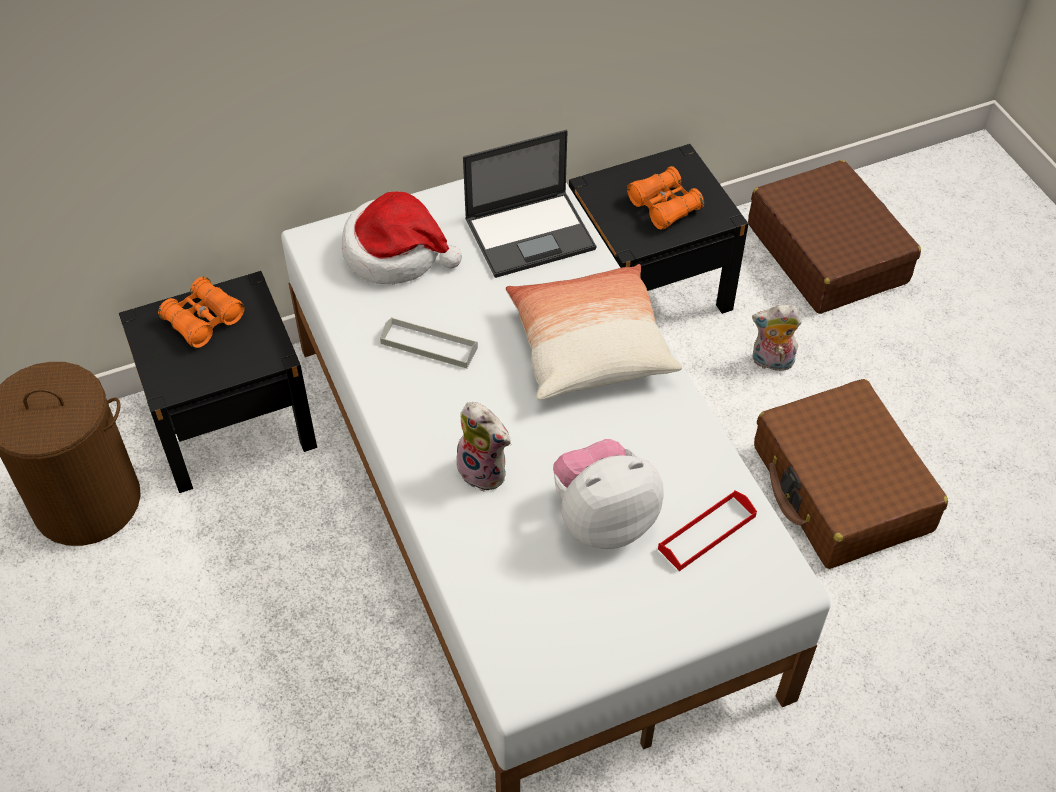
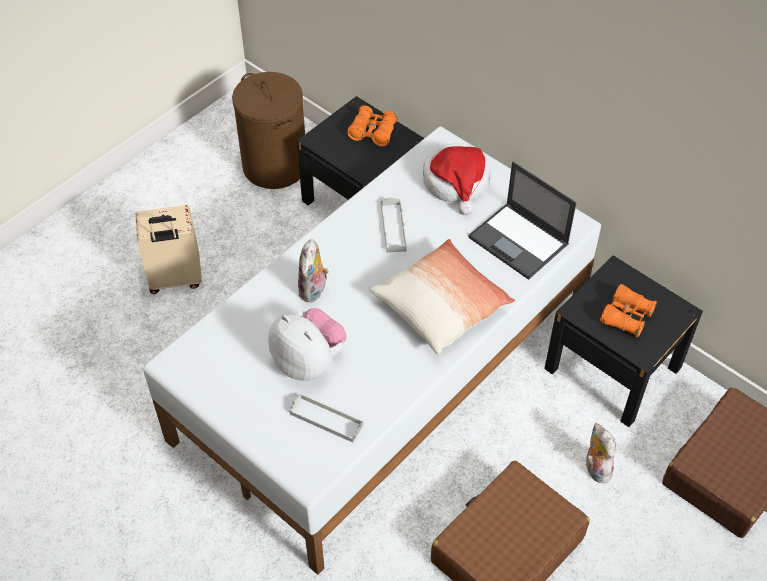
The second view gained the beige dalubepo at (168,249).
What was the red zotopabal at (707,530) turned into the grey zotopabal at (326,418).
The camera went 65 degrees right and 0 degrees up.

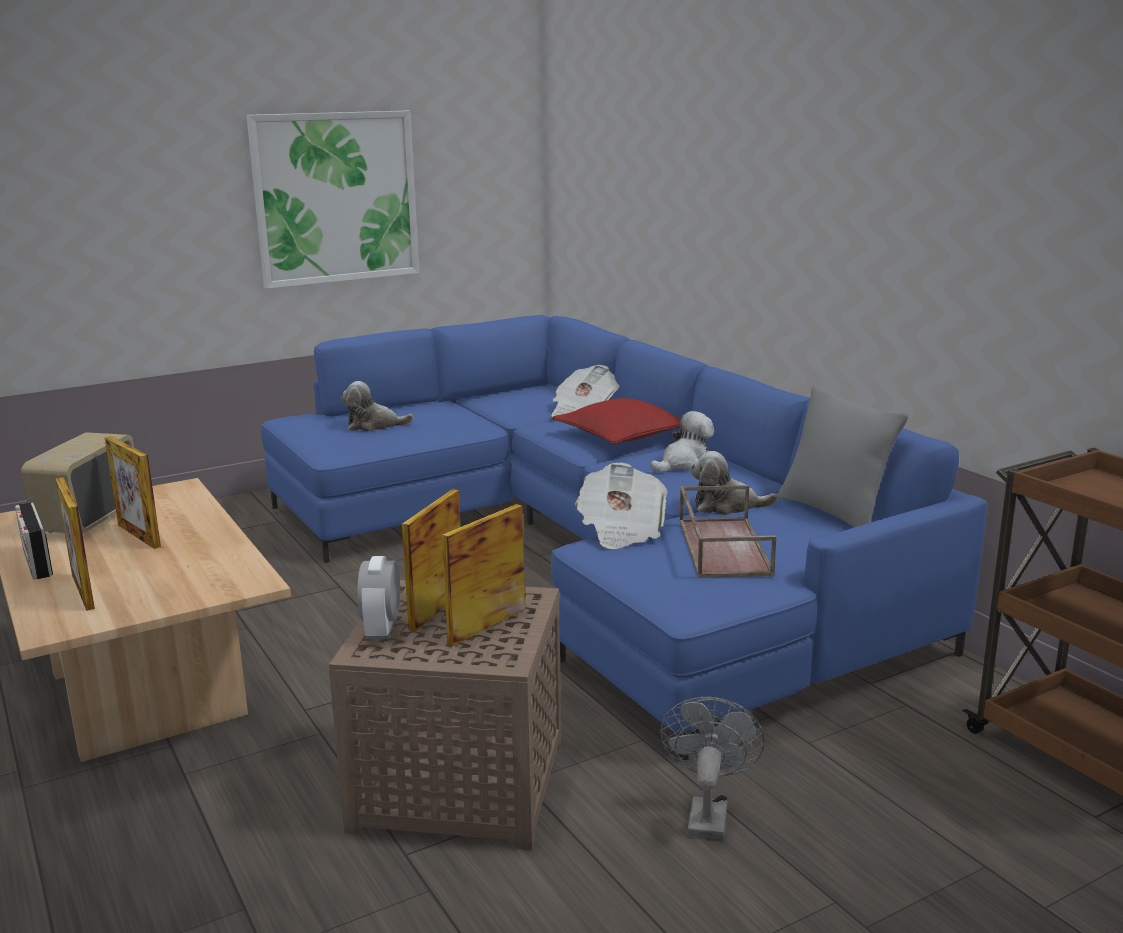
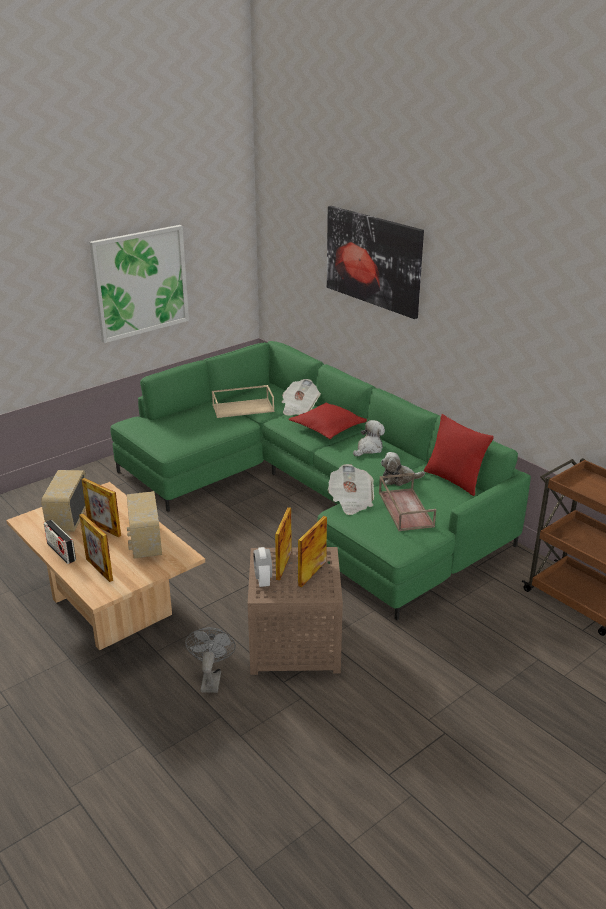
The second view lost the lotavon at (377,406).
The second view gained the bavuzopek at (144,525).
The second view gained the beige zotopabal at (243,401).
The second view gained the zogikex at (375,262).
The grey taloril ended up elsewhere, having gone from (712,768) to (210,660).
What was the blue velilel at (624,538) turned into the green velilel at (321,480).
What was the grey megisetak at (843,456) turned into the red megisetak at (459,455).
The camera went 10 degrees left and 10 degrees up.

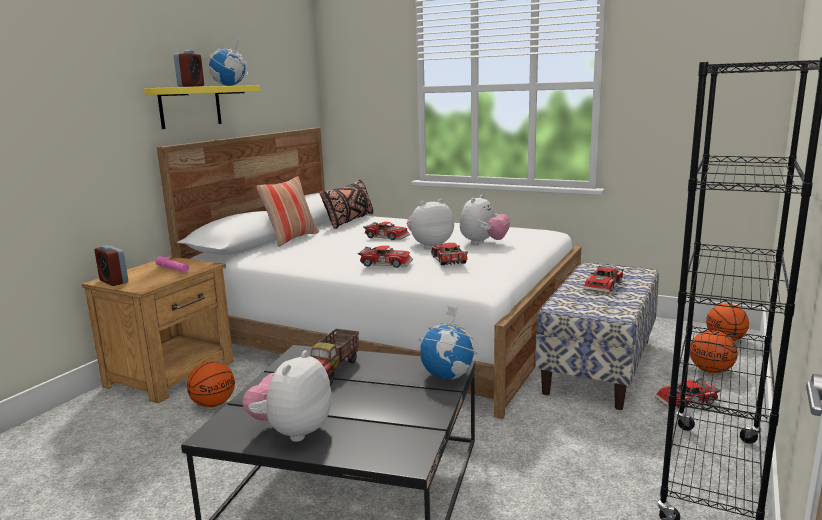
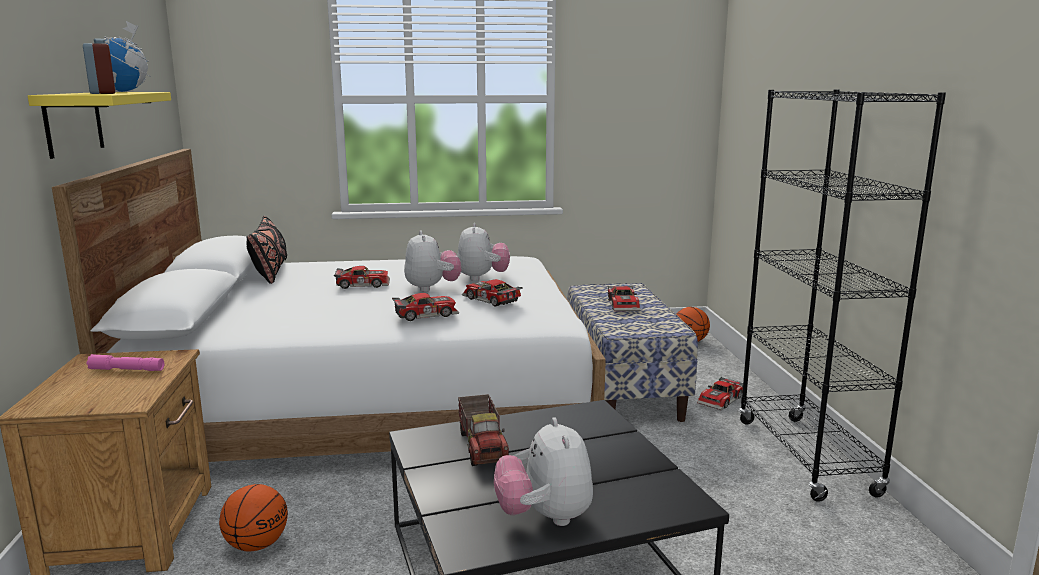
The second view lost the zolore at (111,265).
The second view lost the megisetak at (287,211).
The second view lost the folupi at (448,342).
The second view lost the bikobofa at (714,351).
The lotavon at (430,224) ended up facing another way, 135 degrees clockwise from before.
The camera went 35 degrees left and 0 degrees up.

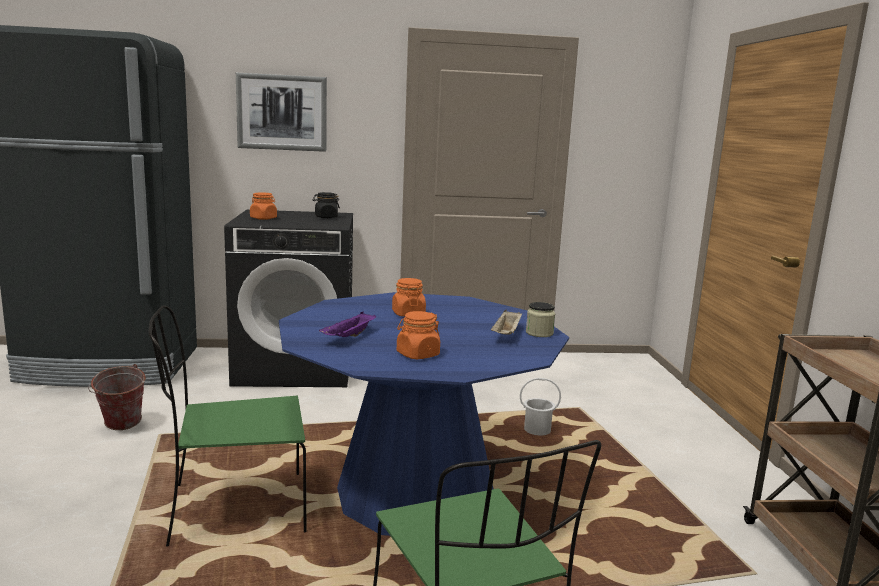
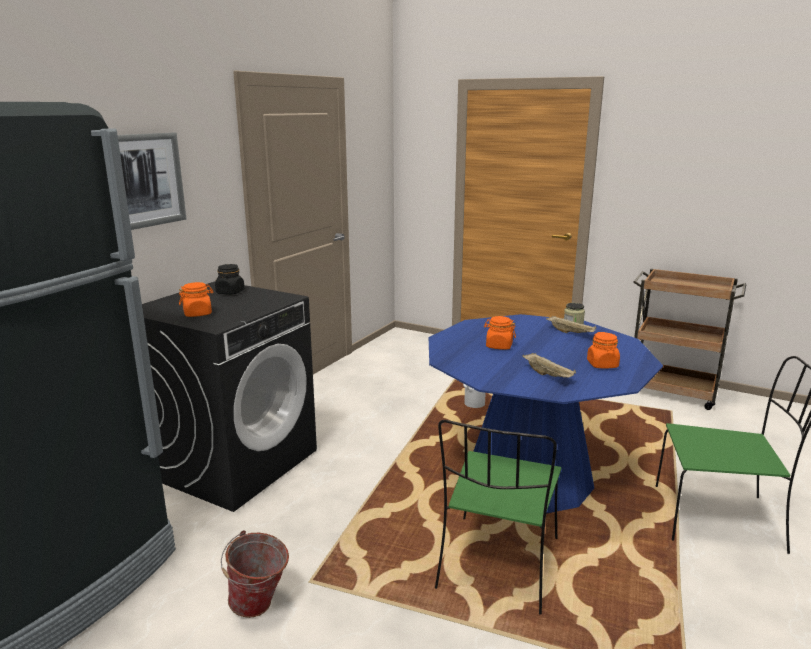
What was the purple zotopabal at (347,324) turned into the beige zotopabal at (549,365).
The camera went 55 degrees left and 5 degrees up.

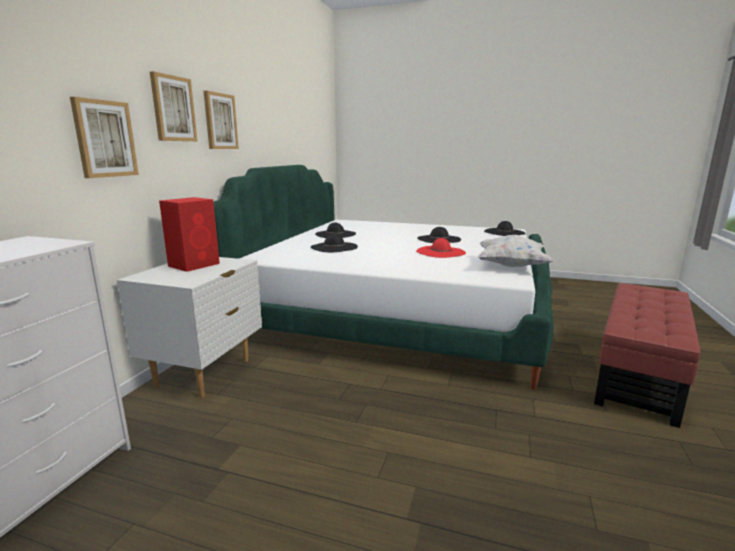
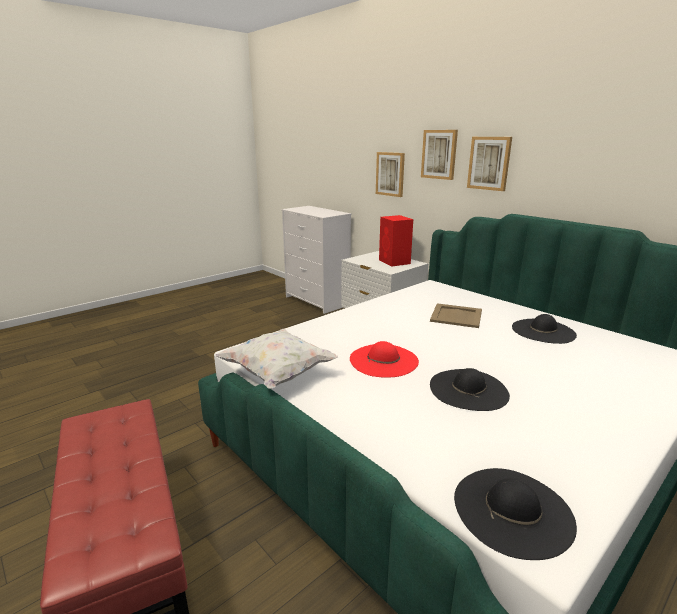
Where the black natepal stood at (334,243), the beige zotopabal came to stand at (456,315).
The camera went 120 degrees right and 5 degrees up.

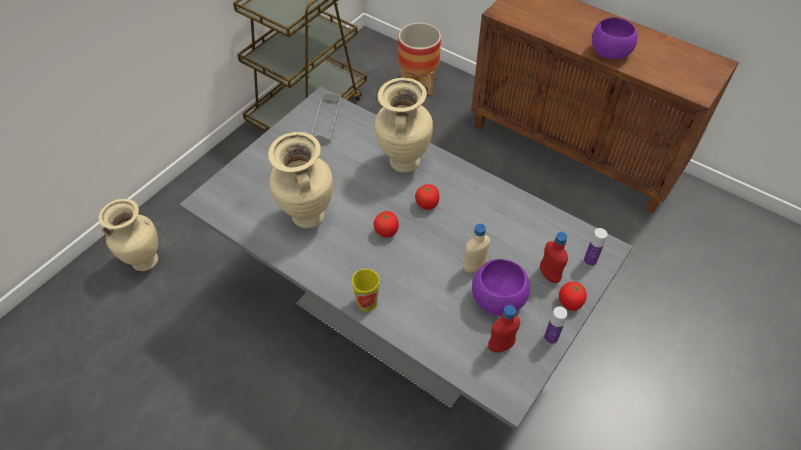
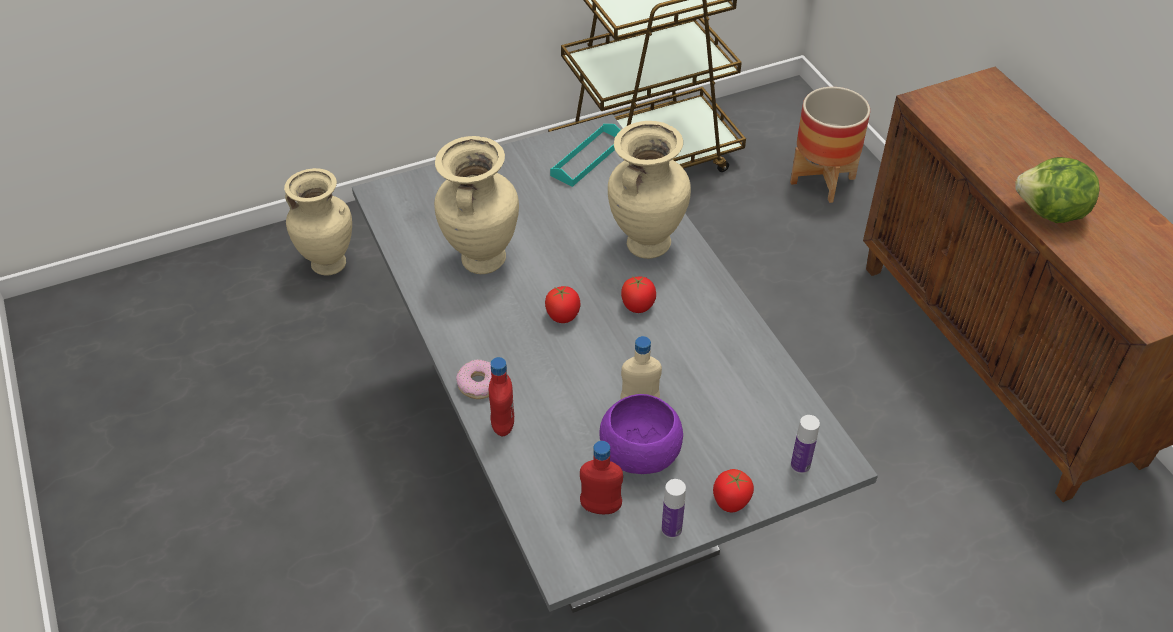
The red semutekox ended up elsewhere, having gone from (554,257) to (501,396).
Where the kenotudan stood at (365,290), the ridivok came to stand at (474,379).
Where the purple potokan stood at (614,38), the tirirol came to stand at (1057,190).
What was the grey zotopabal at (326,118) turned into the turquoise zotopabal at (585,155).
The camera went 30 degrees right and 5 degrees down.

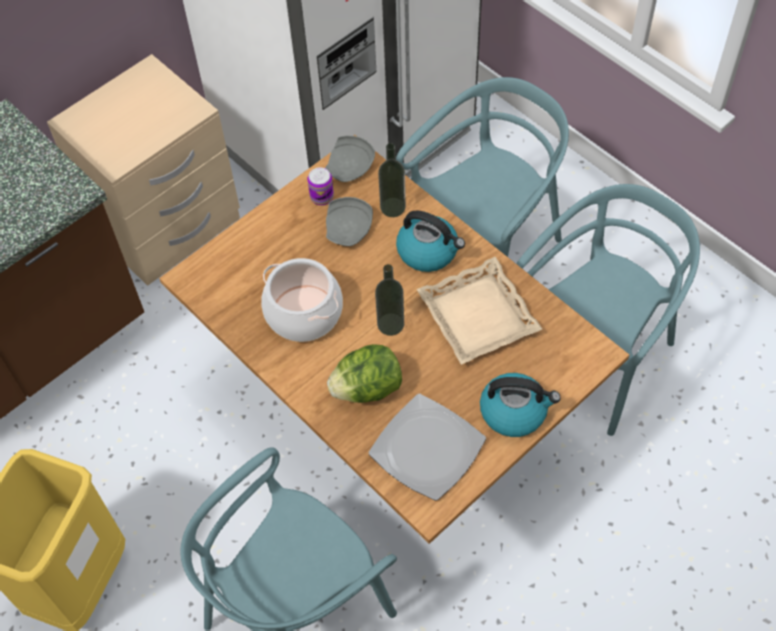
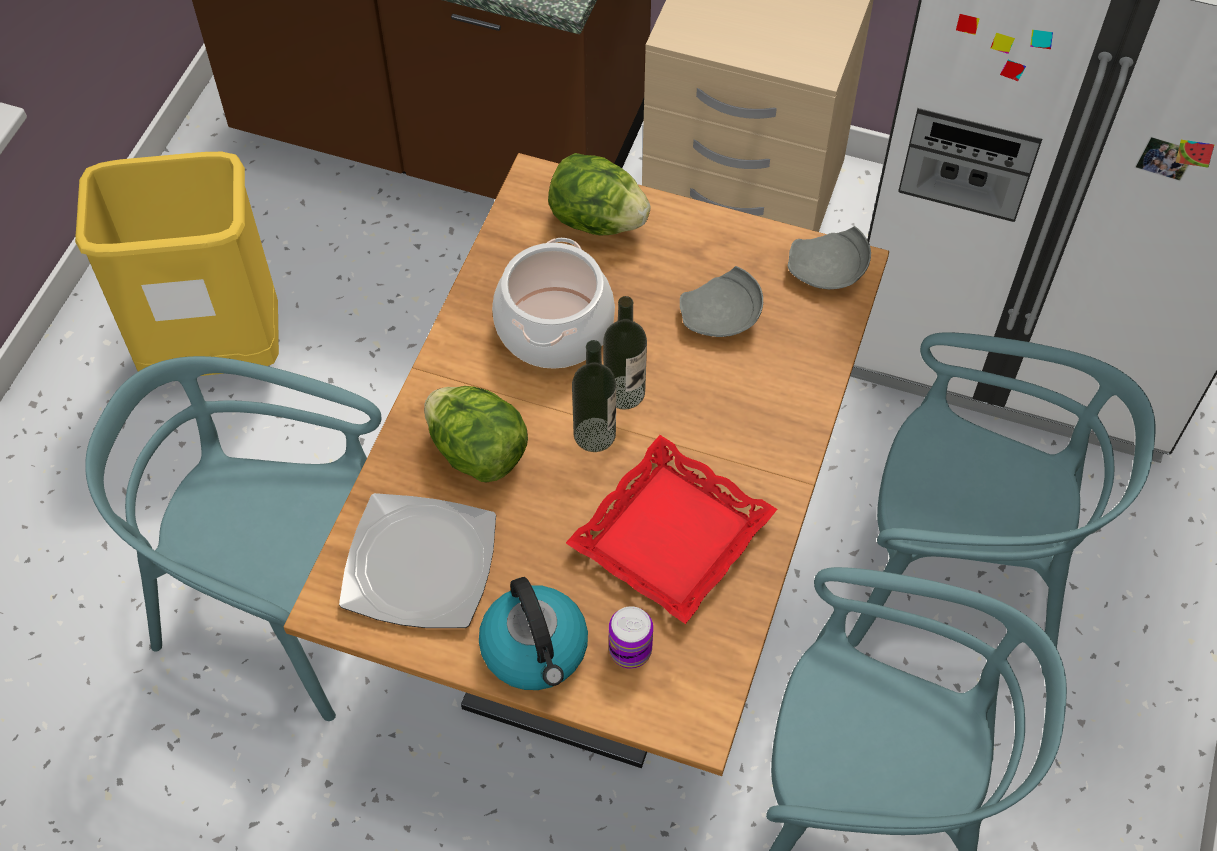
The second view lost the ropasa at (430,241).
The second view gained the tirirol at (599,194).
The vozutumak ended up elsewhere, having gone from (321,186) to (631,637).
The semutekox ended up elsewhere, having gone from (392,180) to (625,353).
What was the beige zotopabal at (479,311) turned into the red zotopabal at (671,529).
The camera went 60 degrees right and 0 degrees up.

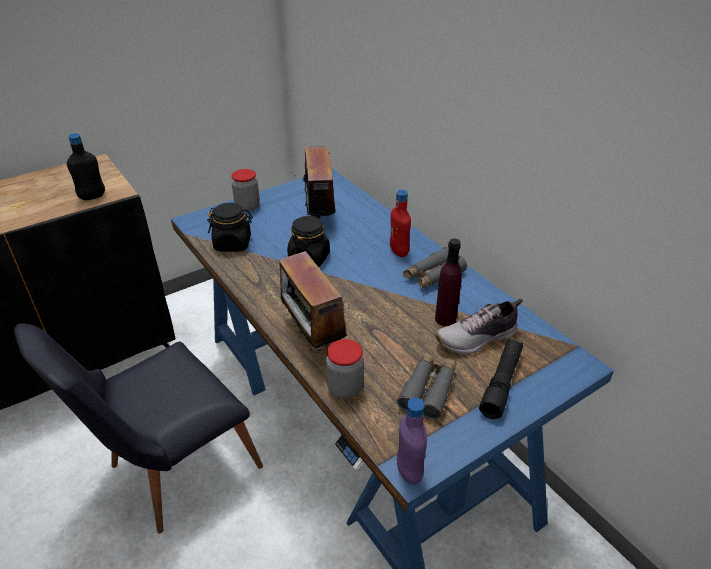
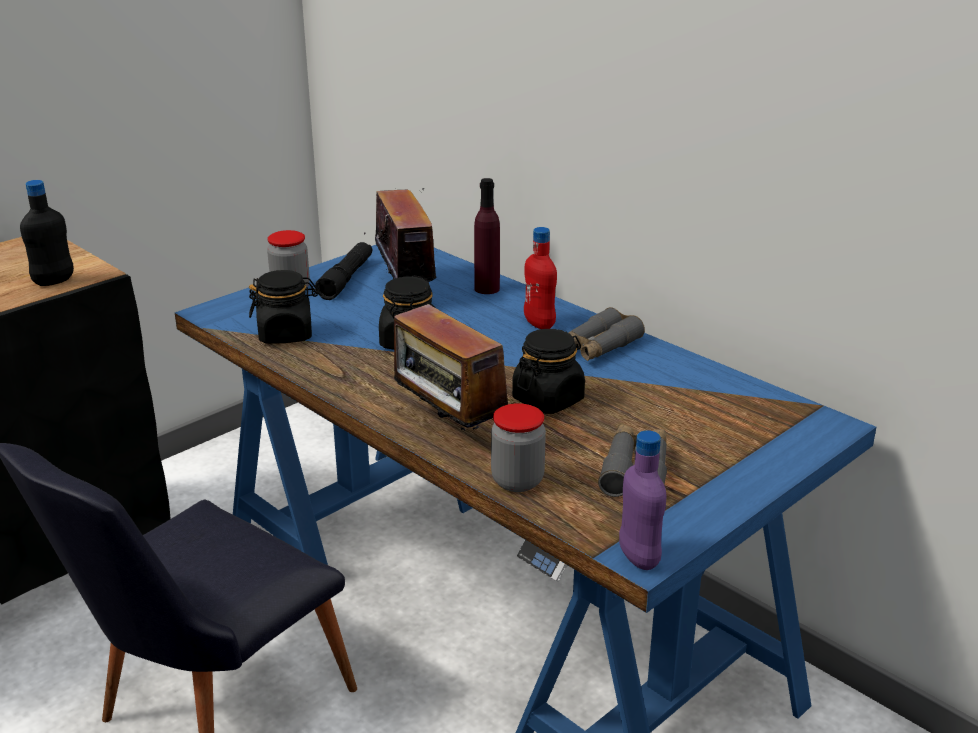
The second view lost the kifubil at (479,327).
The second view gained the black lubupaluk at (548,371).
The purple semutekox ended up elsewhere, having gone from (448,282) to (487,236).
The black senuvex ended up elsewhere, having gone from (501,379) to (343,271).
The camera went 10 degrees left and 10 degrees down.

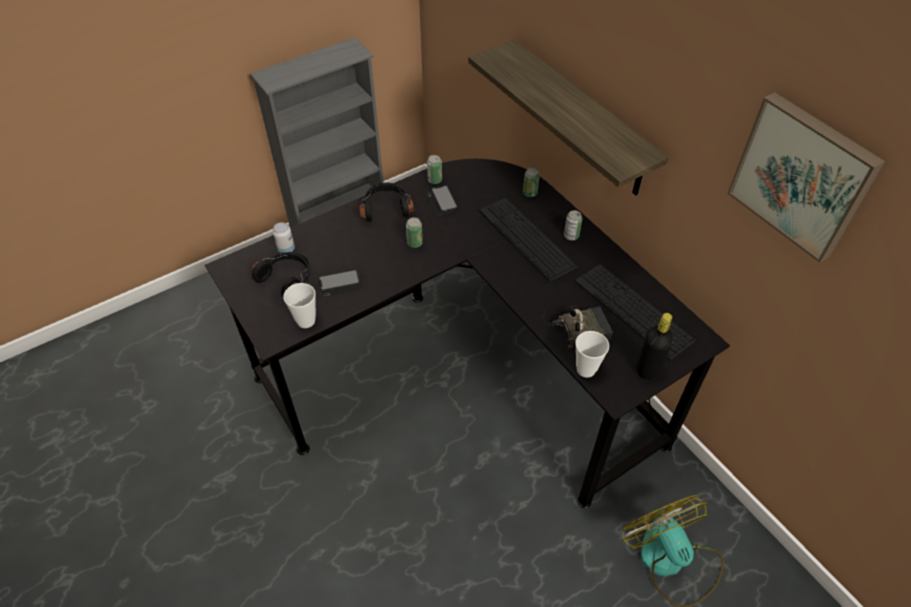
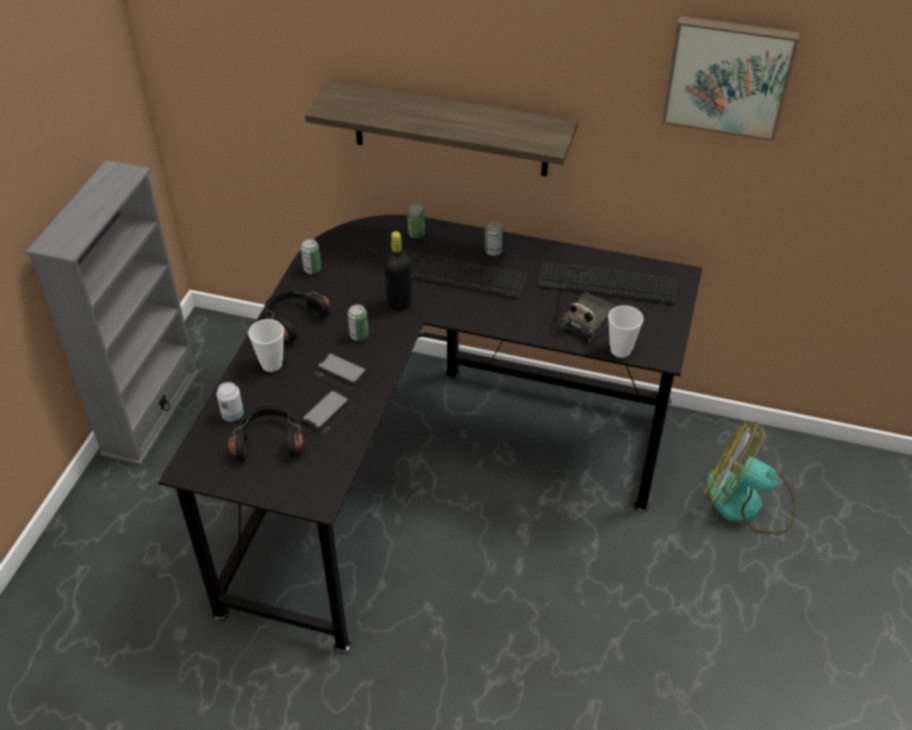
The kenotudan ended up elsewhere, having gone from (299,305) to (266,345).
The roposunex ended up elsewhere, having gone from (442,200) to (339,372).
The black semutekox ended up elsewhere, having gone from (655,346) to (397,271).
The camera went 40 degrees left and 5 degrees down.

